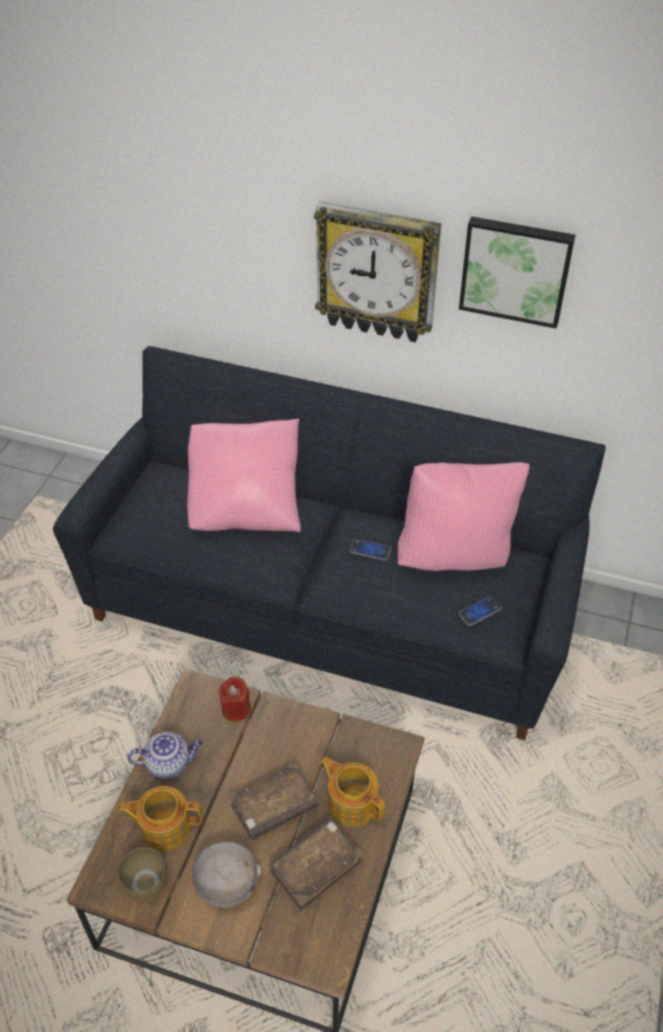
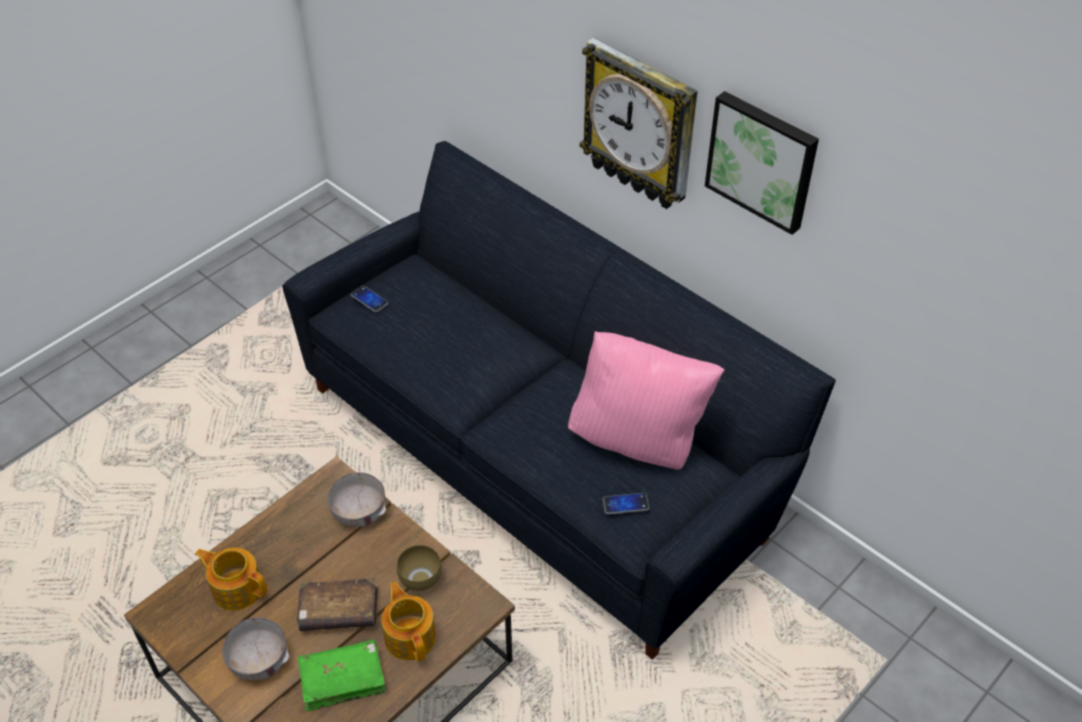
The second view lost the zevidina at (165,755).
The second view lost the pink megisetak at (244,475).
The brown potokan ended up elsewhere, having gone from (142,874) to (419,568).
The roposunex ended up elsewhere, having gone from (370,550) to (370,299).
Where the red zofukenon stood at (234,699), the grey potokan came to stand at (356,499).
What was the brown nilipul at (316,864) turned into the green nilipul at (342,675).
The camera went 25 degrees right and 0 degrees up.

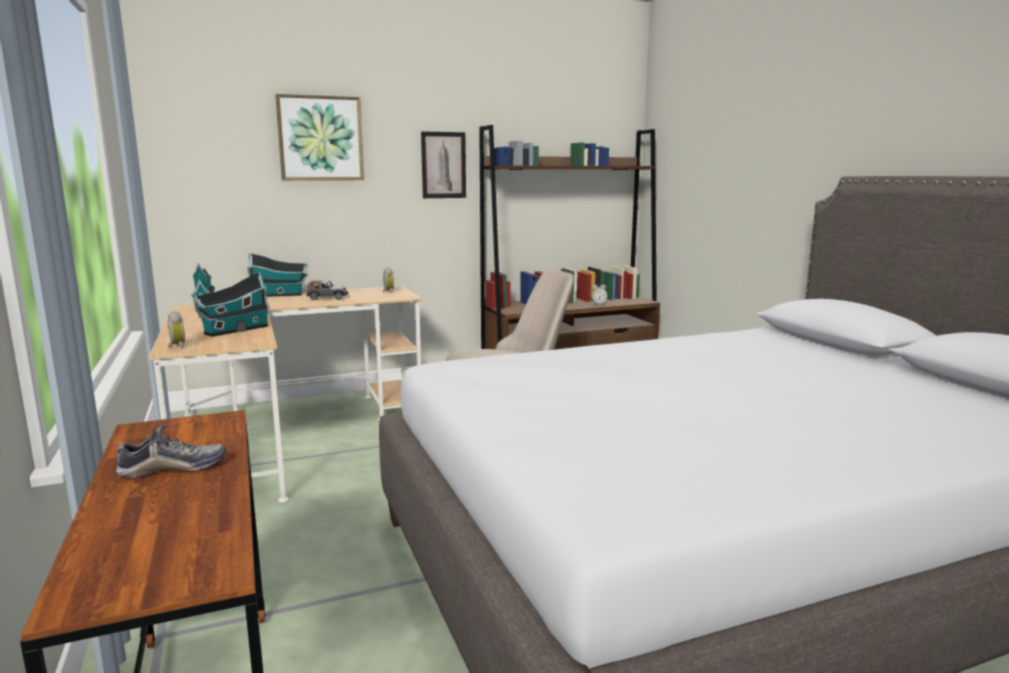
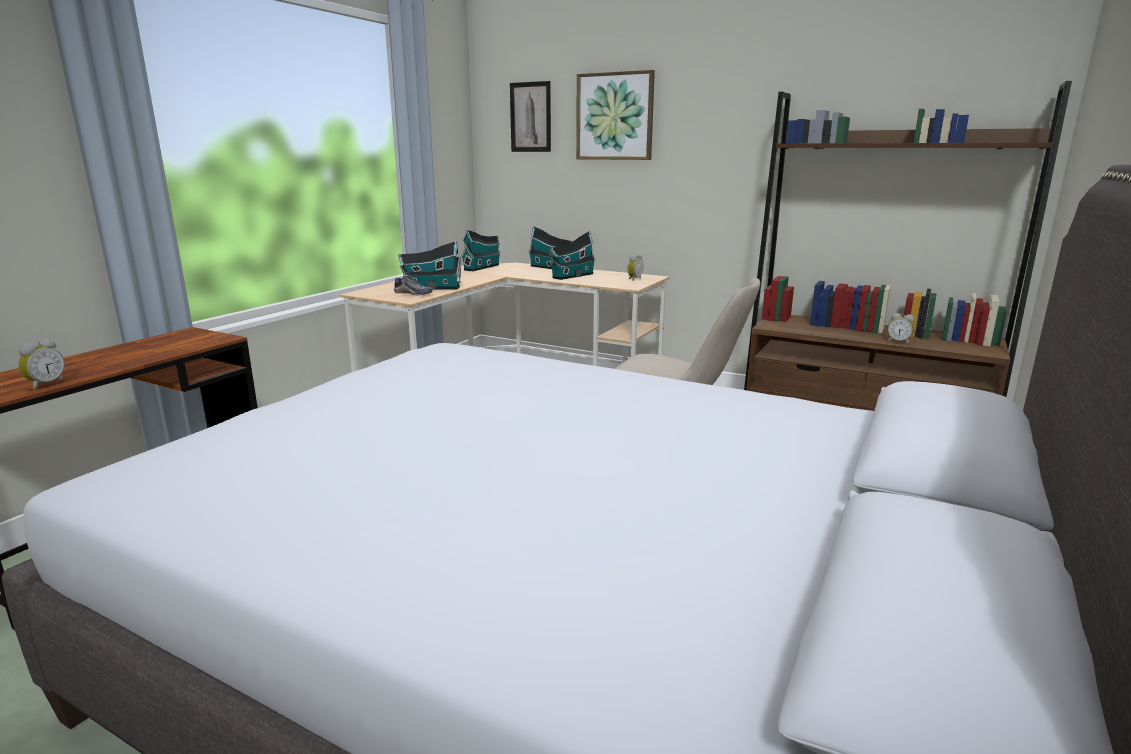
The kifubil ended up elsewhere, having gone from (171,451) to (413,283).
The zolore ended up elsewhere, having gone from (176,329) to (41,364).
The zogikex ended up elsewhere, having gone from (443,164) to (530,116).
Where the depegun stood at (327,290), the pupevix came to stand at (572,255).
The camera went 50 degrees right and 5 degrees up.

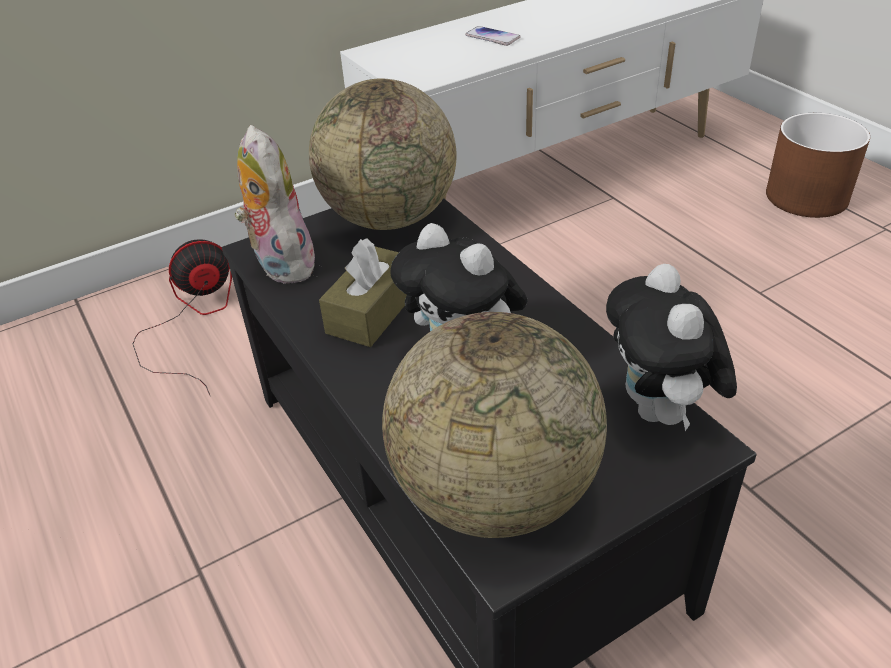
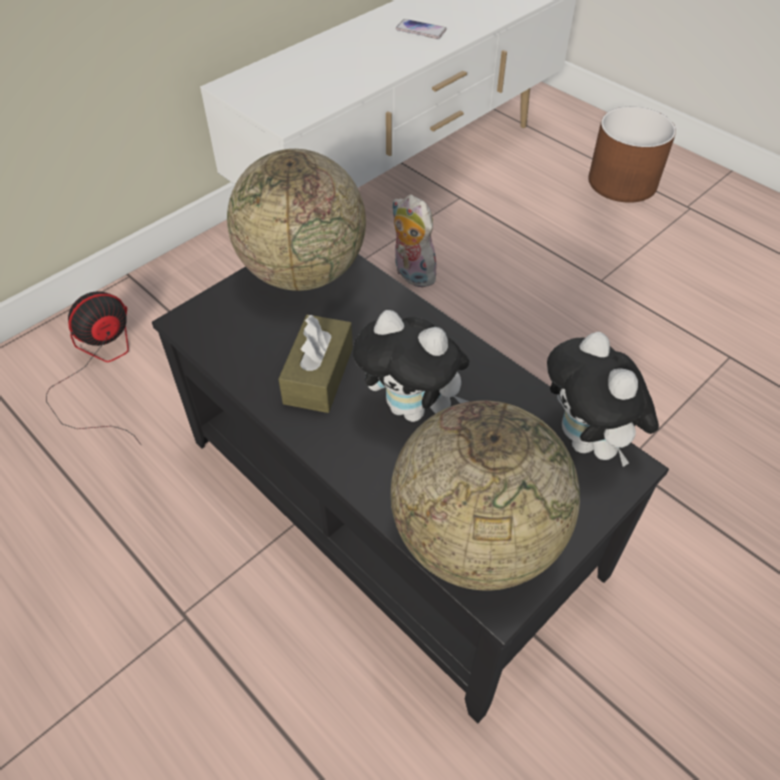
The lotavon ended up elsewhere, having gone from (274,204) to (414,240).
The roposunex ended up elsewhere, having gone from (493,36) to (421,29).
The camera went 15 degrees left and 10 degrees up.

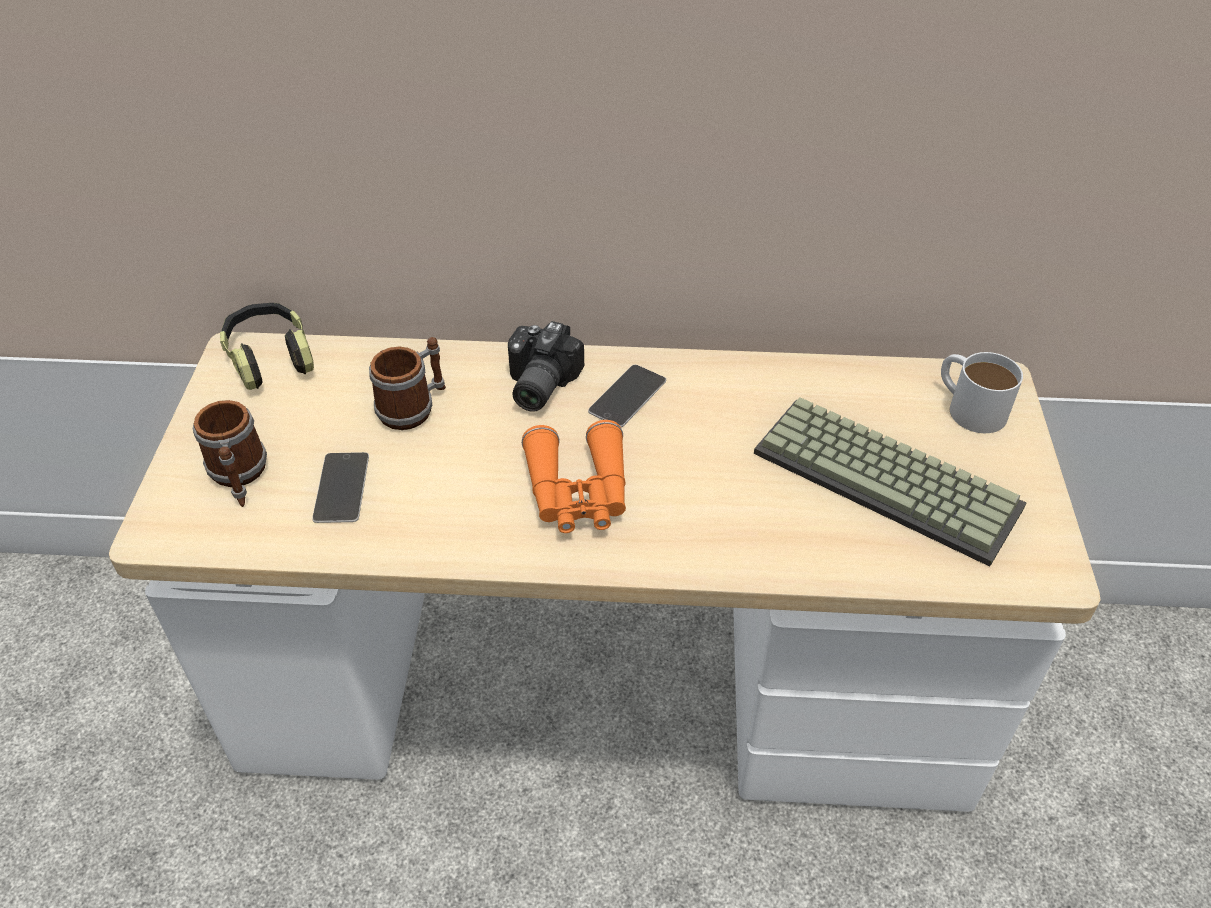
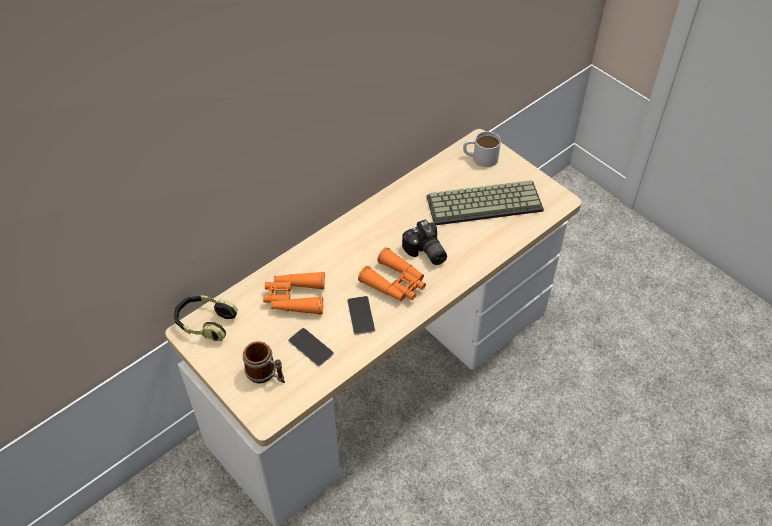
The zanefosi ended up elsewhere, having gone from (546,366) to (424,242).
The roposunex ended up elsewhere, having gone from (627,396) to (361,315).
Where the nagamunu stood at (407,383), the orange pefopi came to stand at (294,293).
The camera went 45 degrees left and 5 degrees up.

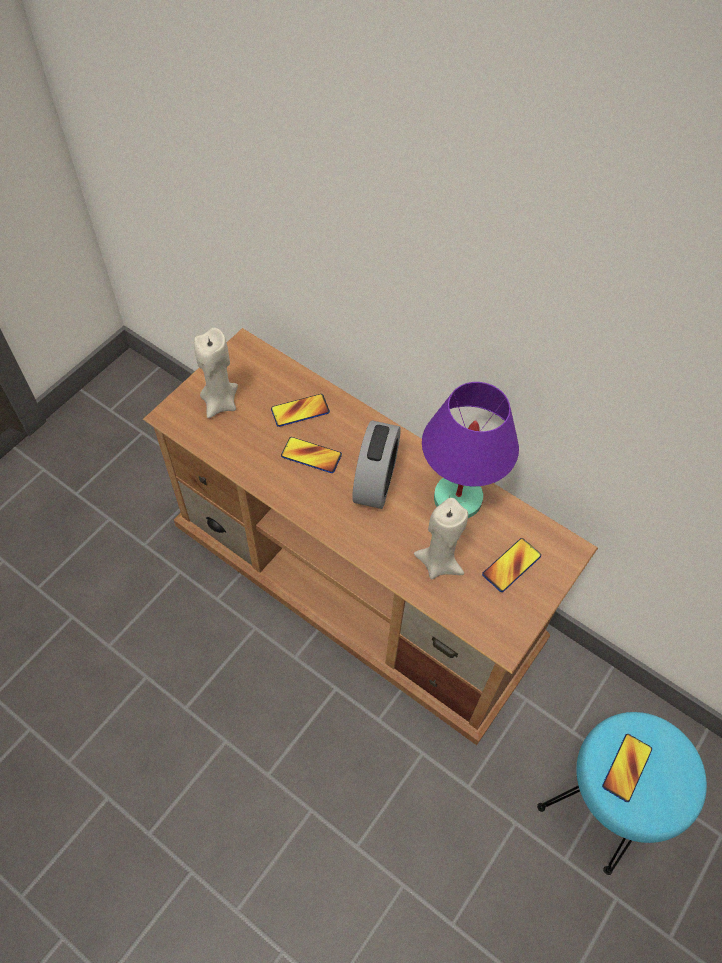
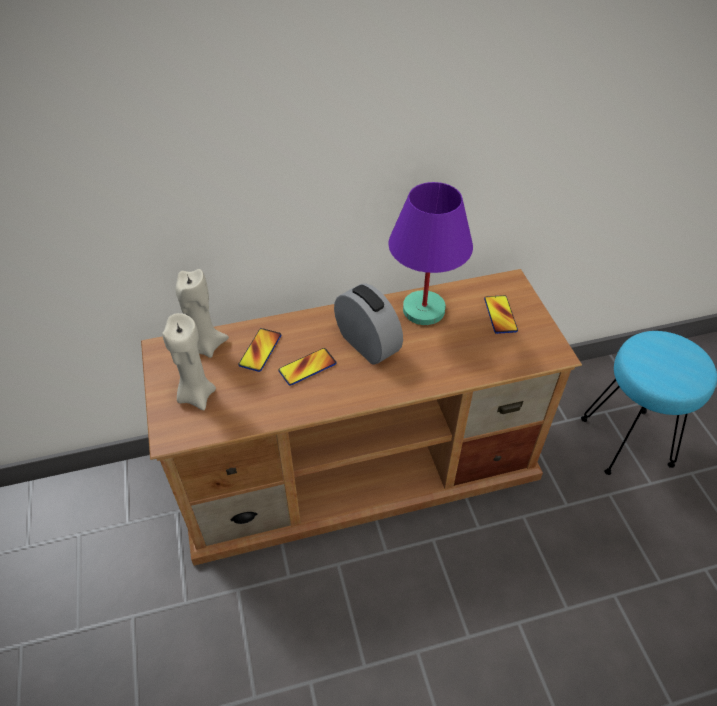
The second view lost the roposunex at (627,768).
The beige zofukenon ended up elsewhere, having gone from (441,538) to (202,313).
The camera went 50 degrees left and 10 degrees down.

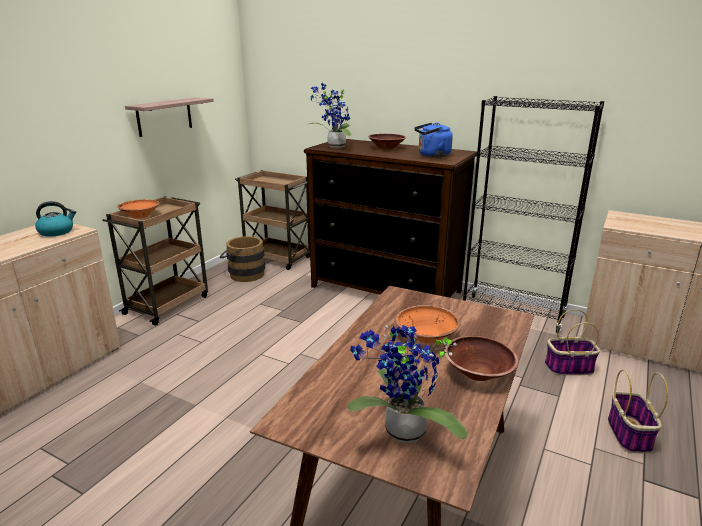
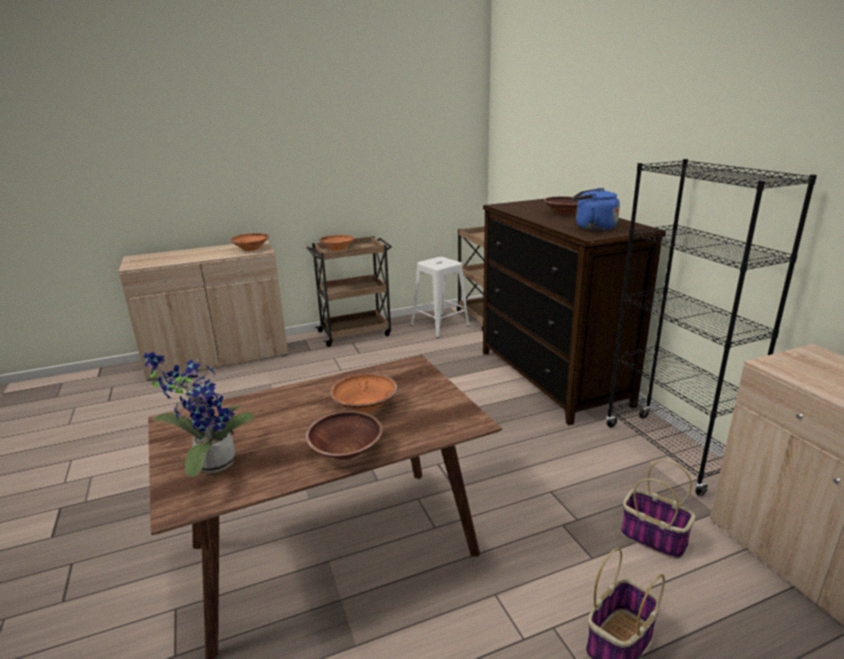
The second view lost the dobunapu at (169,117).
The second view lost the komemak at (330,115).
Where the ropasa stood at (55,219), the orange potokan came to stand at (249,242).
Where the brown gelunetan stood at (242,259), the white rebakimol came to stand at (440,297).
The camera went 40 degrees right and 0 degrees up.

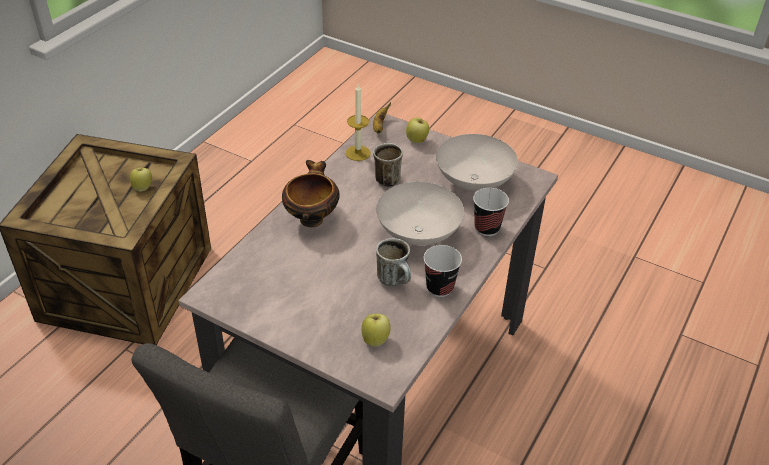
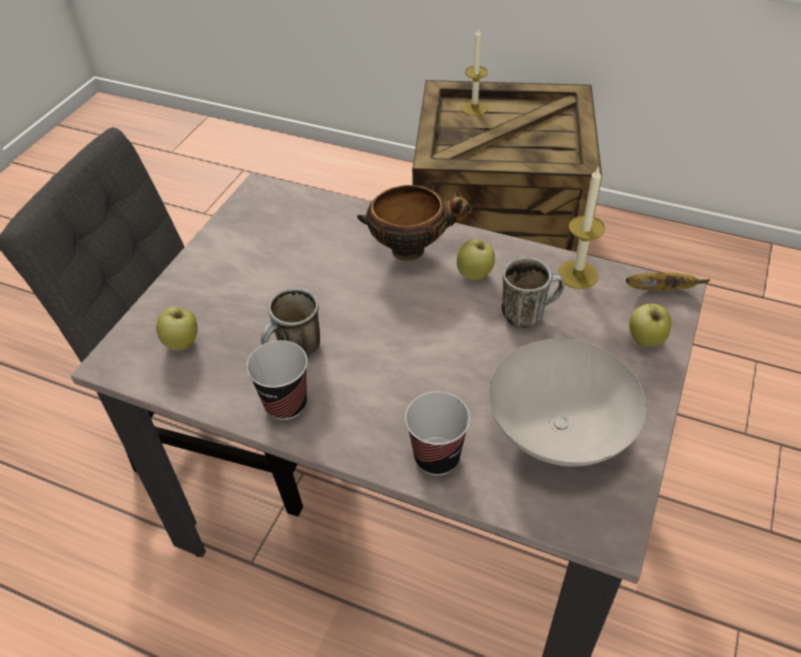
The second view lost the white potokan at (420,214).
The second view gained the zofukenon at (475,71).
The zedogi ended up elsewhere, having gone from (141,180) to (476,259).
The camera went 85 degrees right and 5 degrees up.

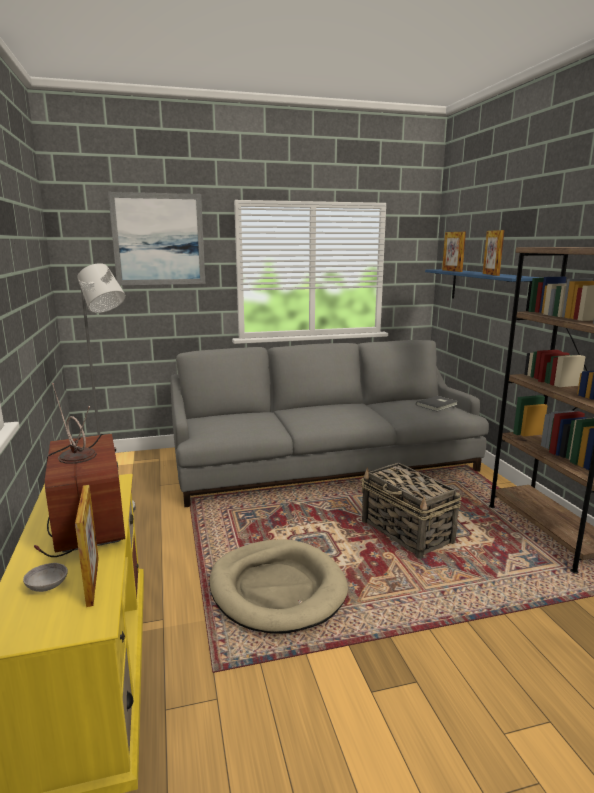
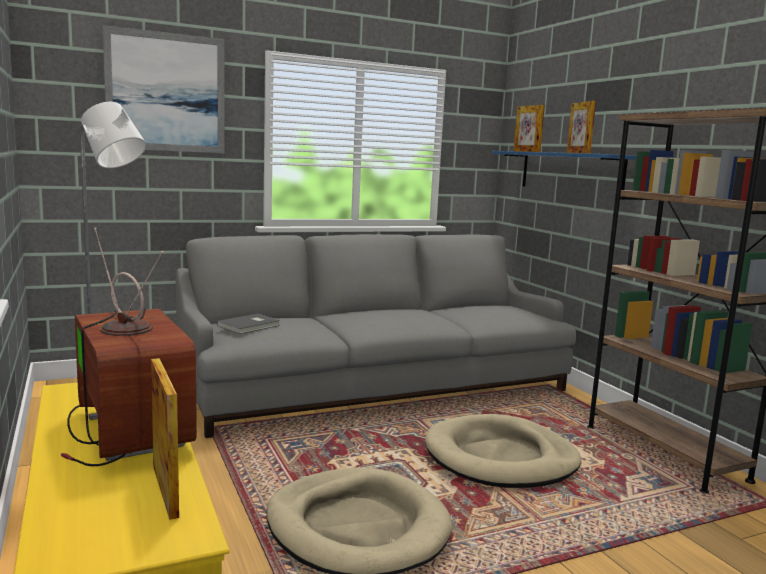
The second view lost the grey potokan at (45,577).
The grey nilipul ended up elsewhere, having gone from (437,403) to (248,323).
Where the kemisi stood at (411,511), the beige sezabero came to stand at (503,451).
The camera went 10 degrees left and 5 degrees down.

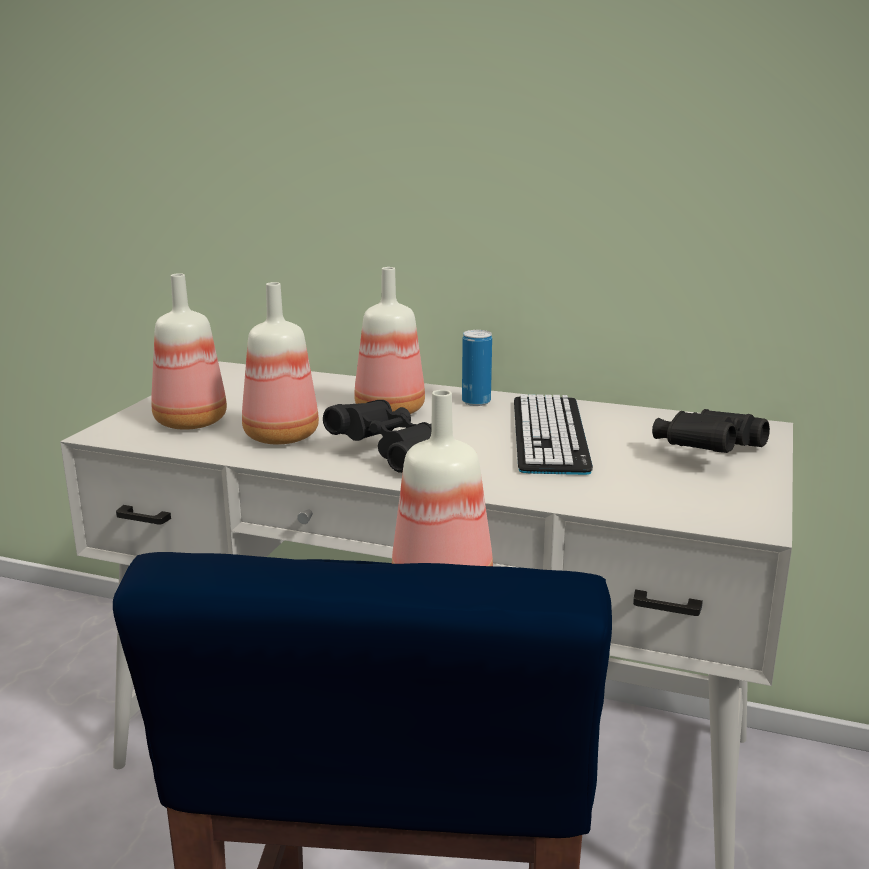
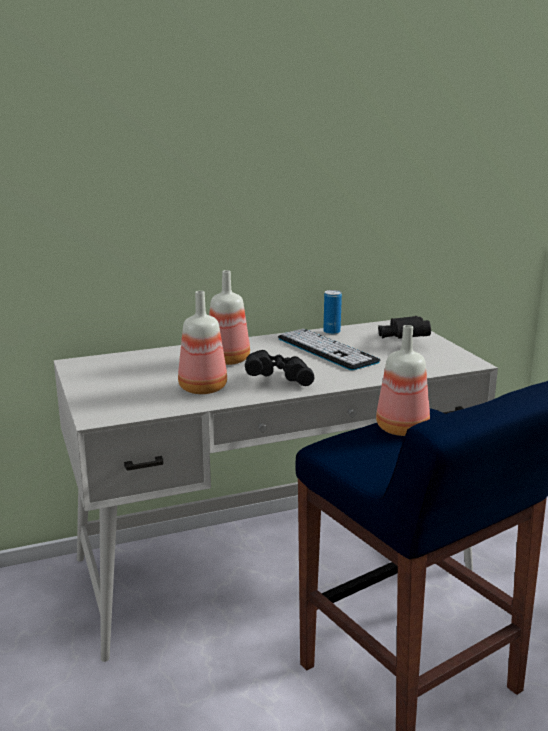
The second view lost the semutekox at (189,351).
The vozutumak ended up elsewhere, having gone from (477,368) to (332,312).
The camera went 40 degrees left and 0 degrees up.

